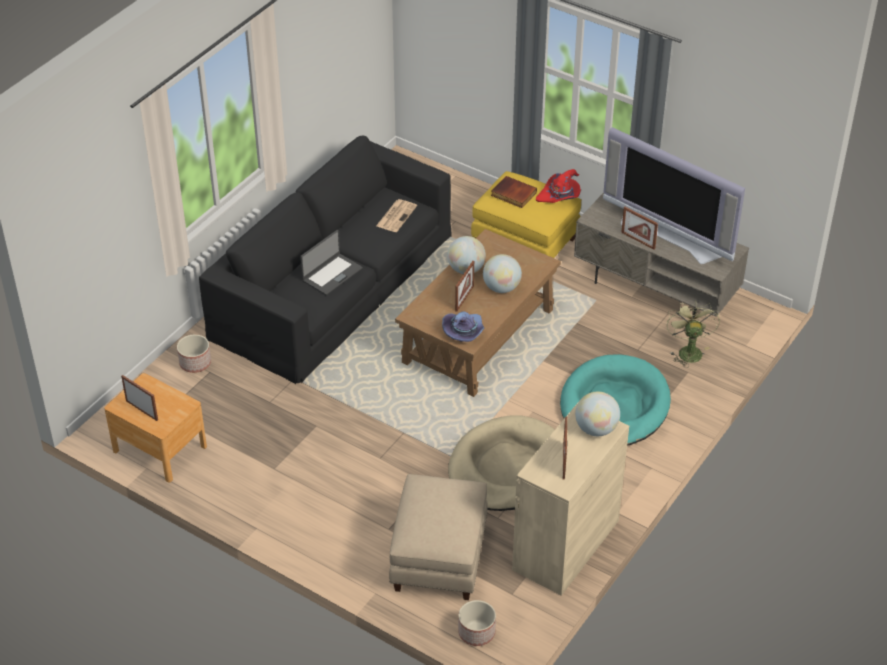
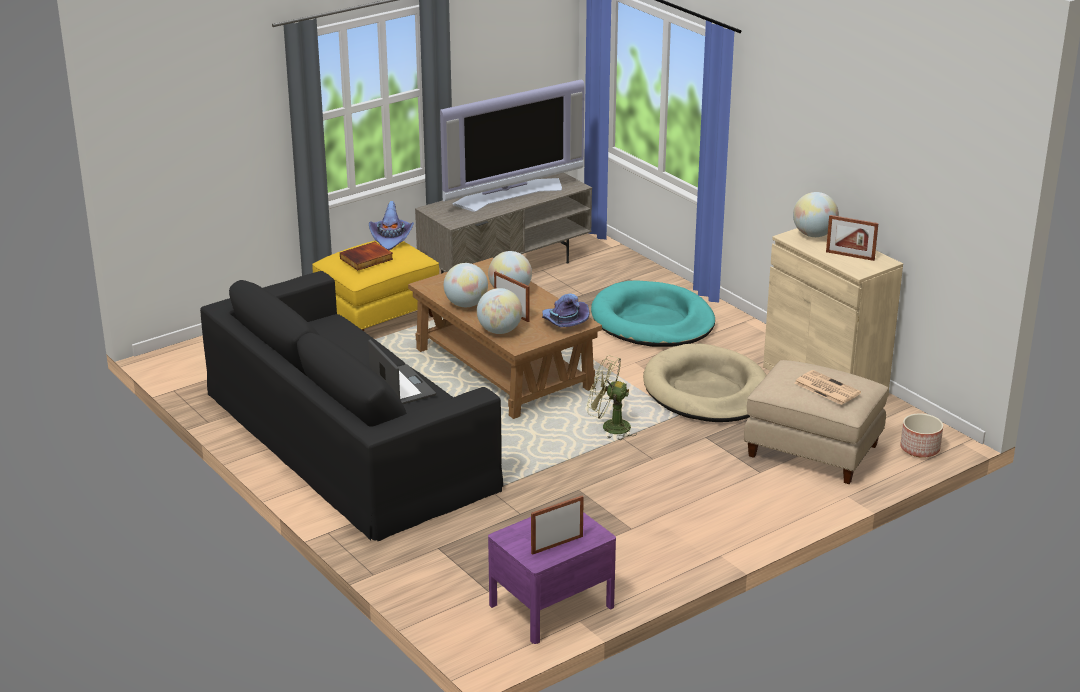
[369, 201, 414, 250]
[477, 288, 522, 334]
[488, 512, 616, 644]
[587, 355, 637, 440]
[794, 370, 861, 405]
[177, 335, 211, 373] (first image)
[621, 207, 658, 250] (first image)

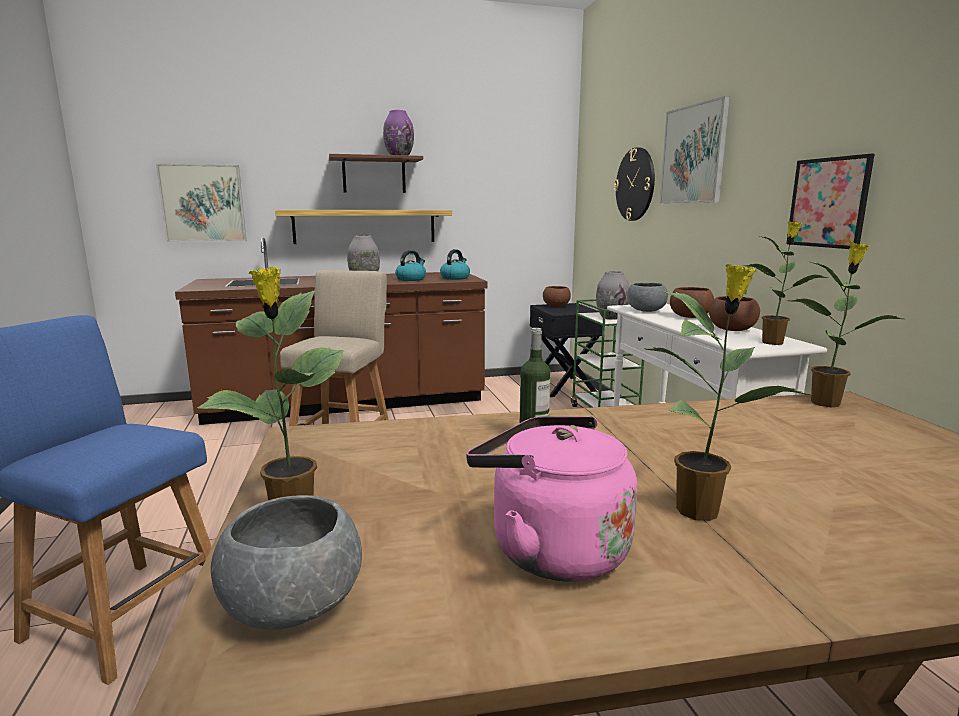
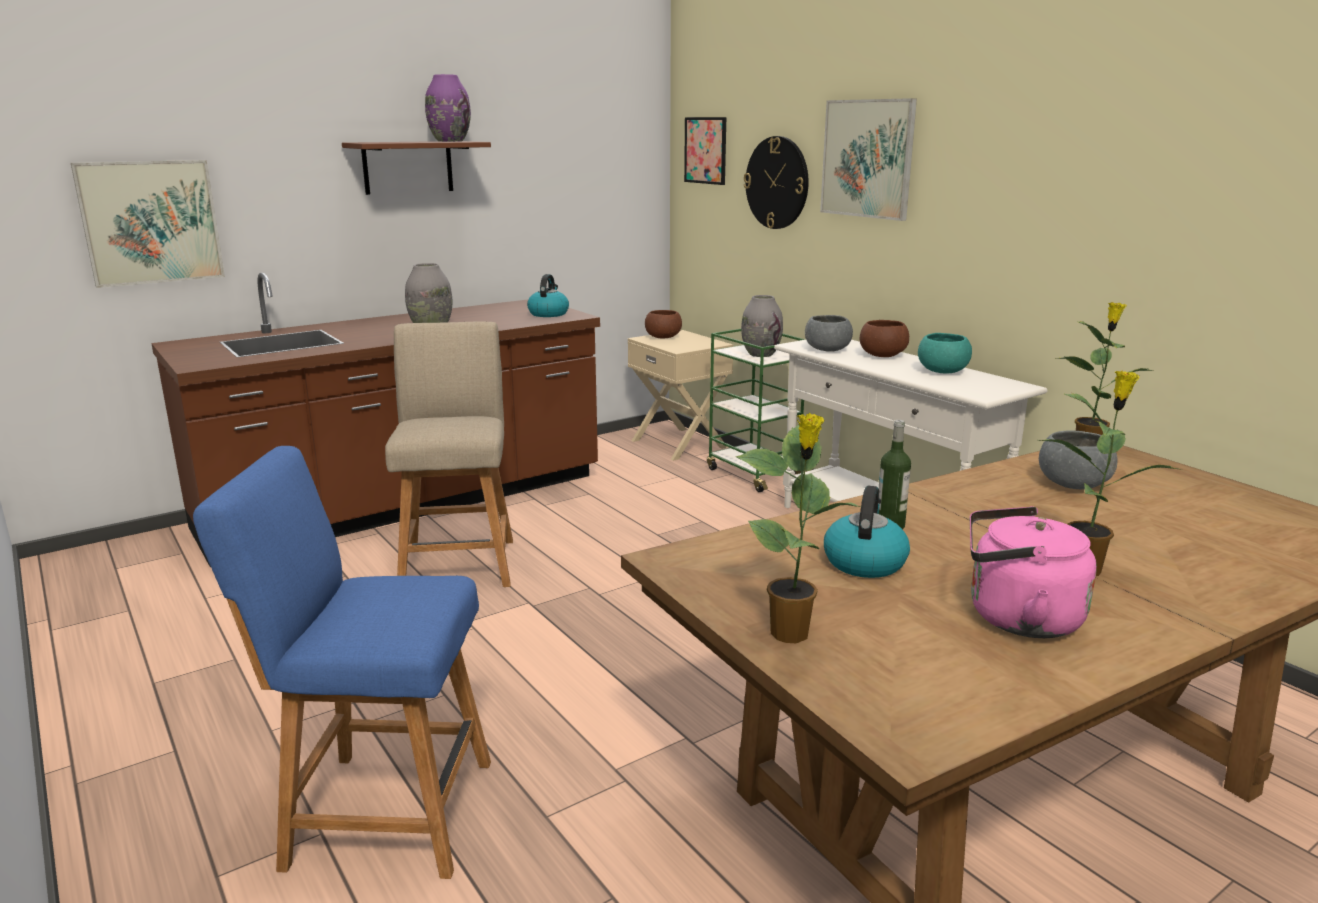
[628, 330, 733, 461]
[684, 117, 726, 185]
[824, 486, 910, 578]
[918, 333, 972, 373]
[1039, 430, 1117, 489]
[275, 210, 452, 244] (first image)
[746, 221, 829, 345] (first image)

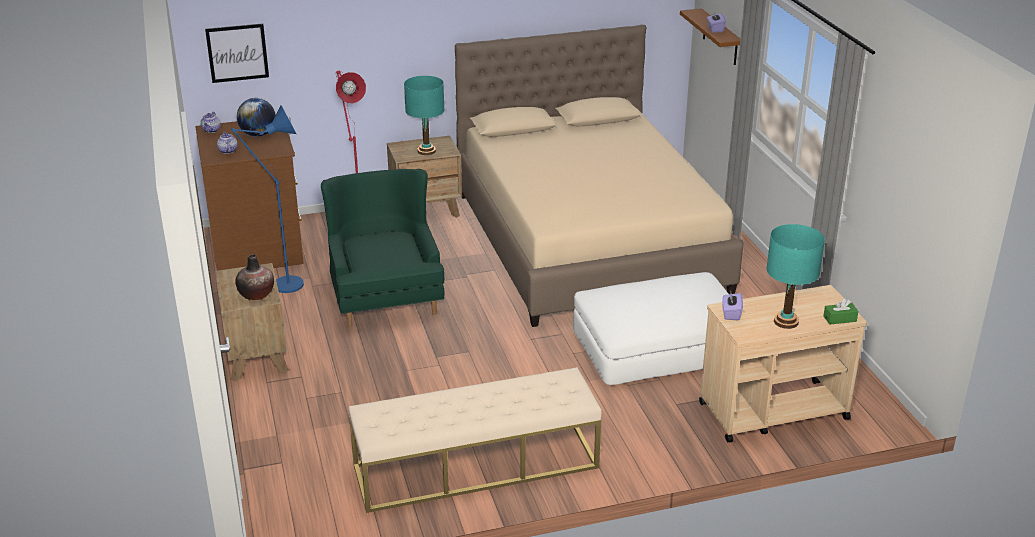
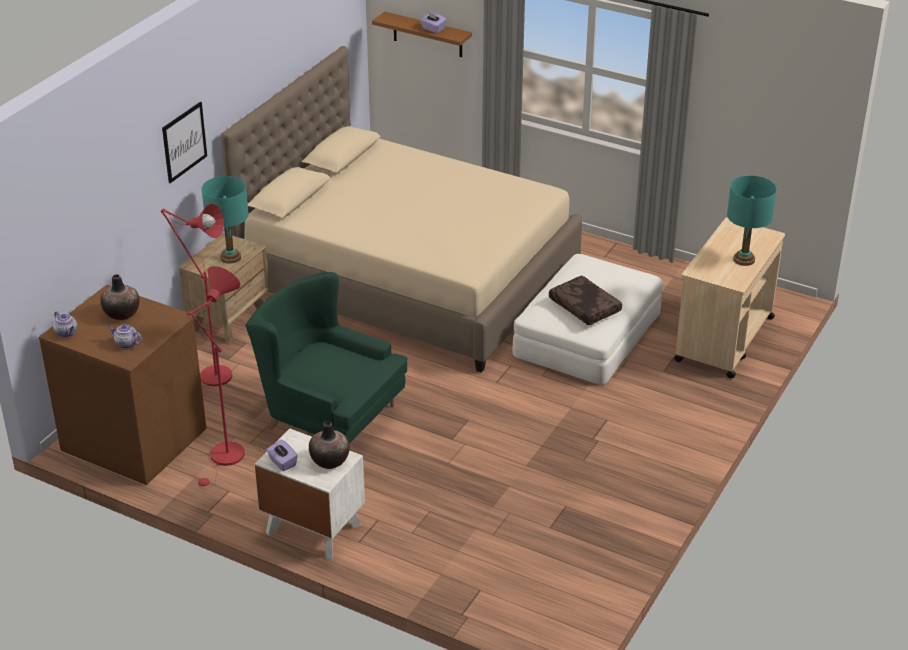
[100, 274, 140, 320]
[162, 102, 207, 183]
[186, 266, 245, 489]
[254, 429, 365, 559]
[266, 439, 298, 471]
[549, 276, 622, 325]
[349, 367, 602, 513] (first image)
[823, 299, 858, 325] (first image)

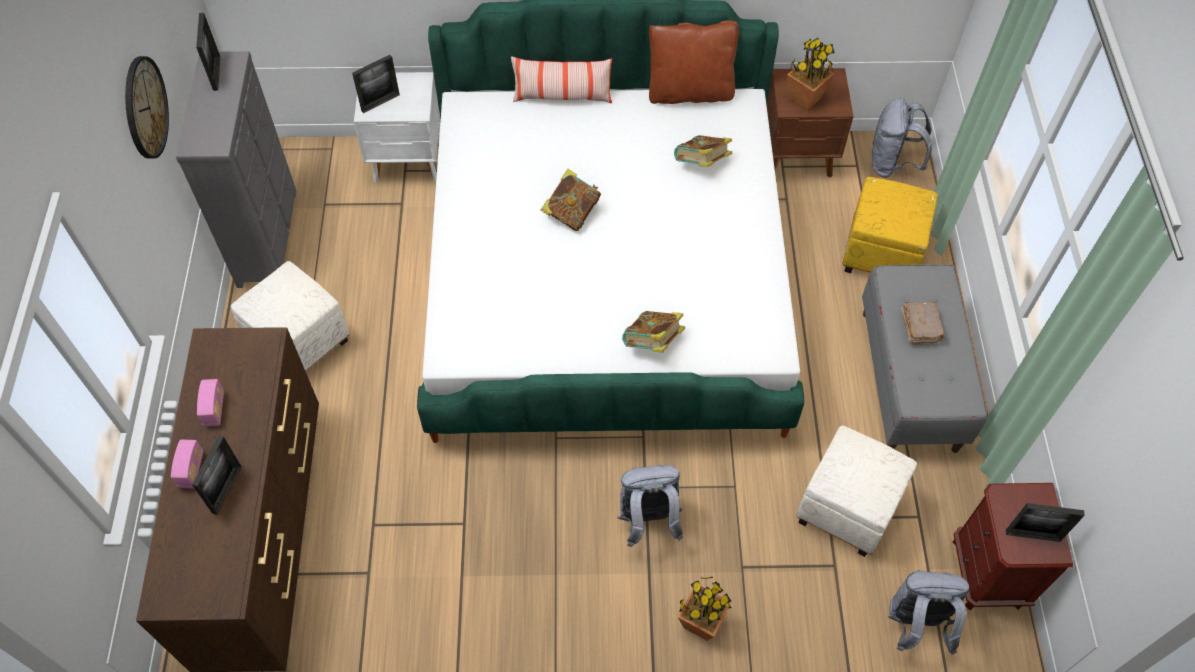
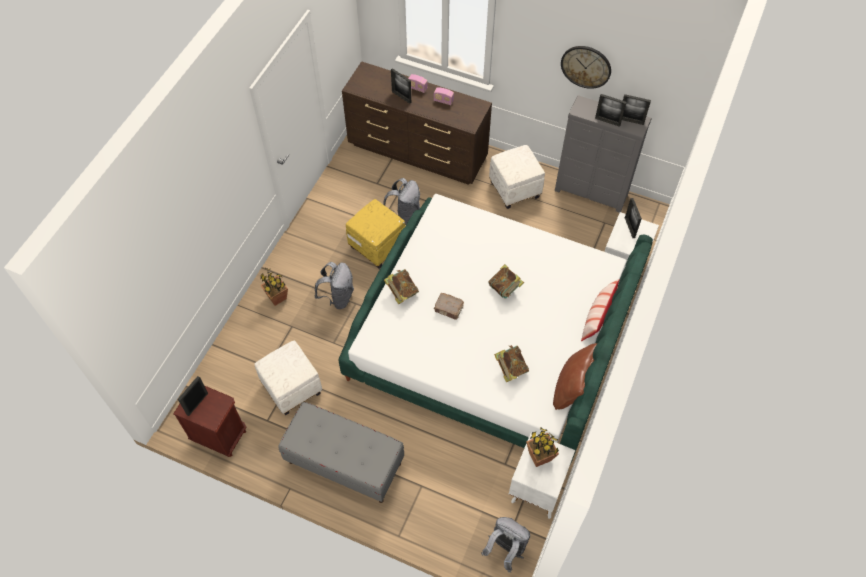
[346, 199, 406, 269]
[383, 178, 420, 225]
[434, 293, 464, 320]
[509, 433, 575, 519]
[595, 94, 627, 127]

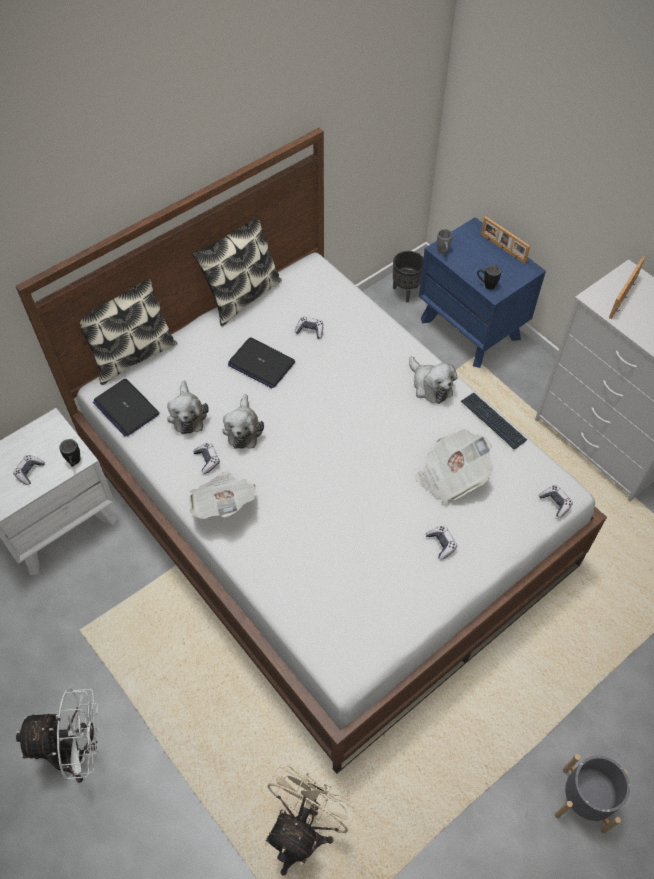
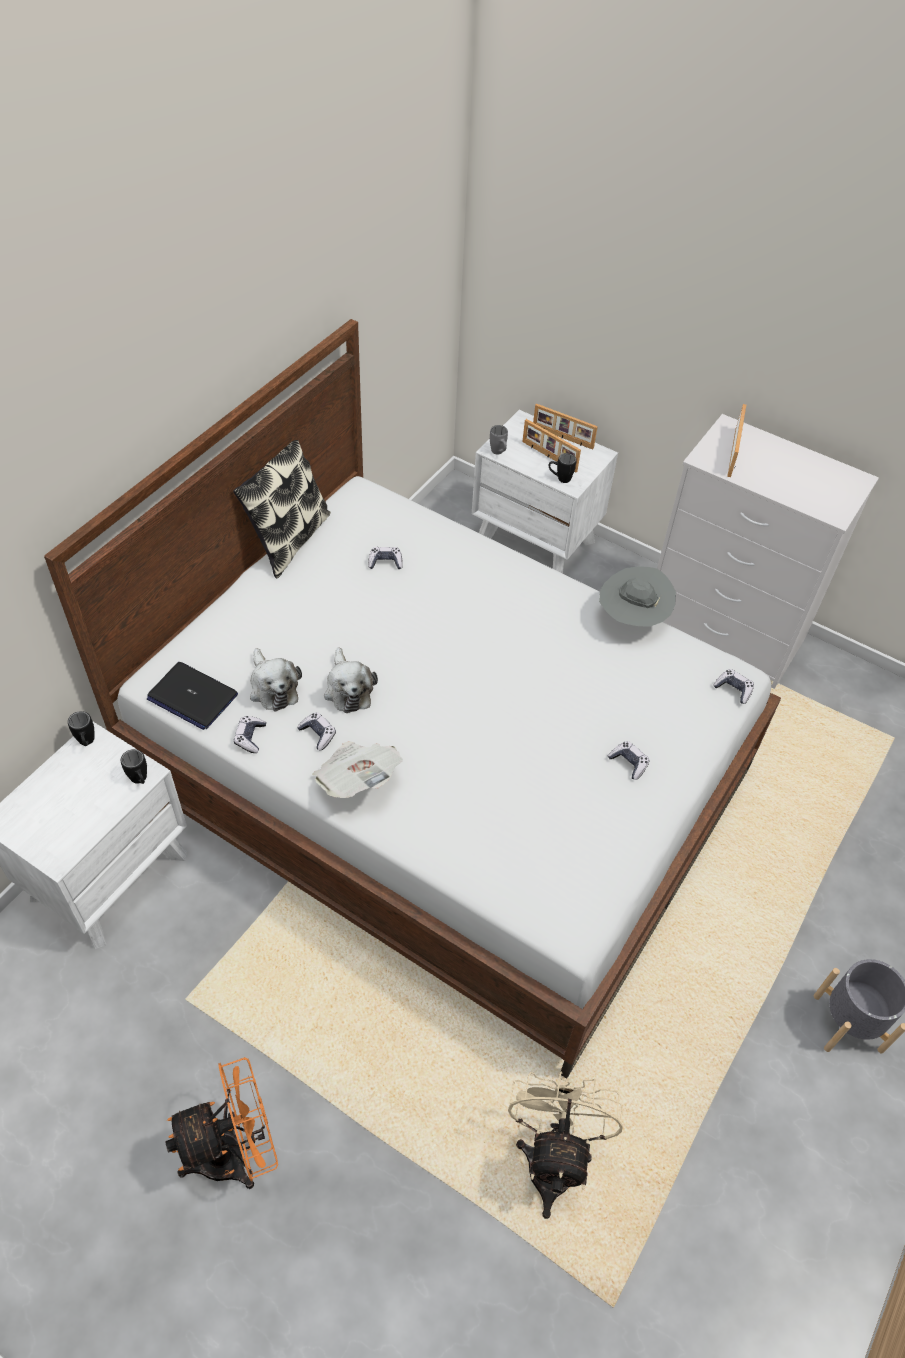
[68, 711, 95, 746]
[165, 1057, 278, 1189]
[234, 716, 266, 753]
[472, 410, 618, 574]
[522, 419, 581, 473]
[599, 566, 676, 627]
[80, 279, 178, 385] (first image)
[228, 337, 295, 388] (first image)
[393, 251, 423, 302] (first image)
[409, 357, 457, 404] (first image)
[415, 429, 493, 503] (first image)

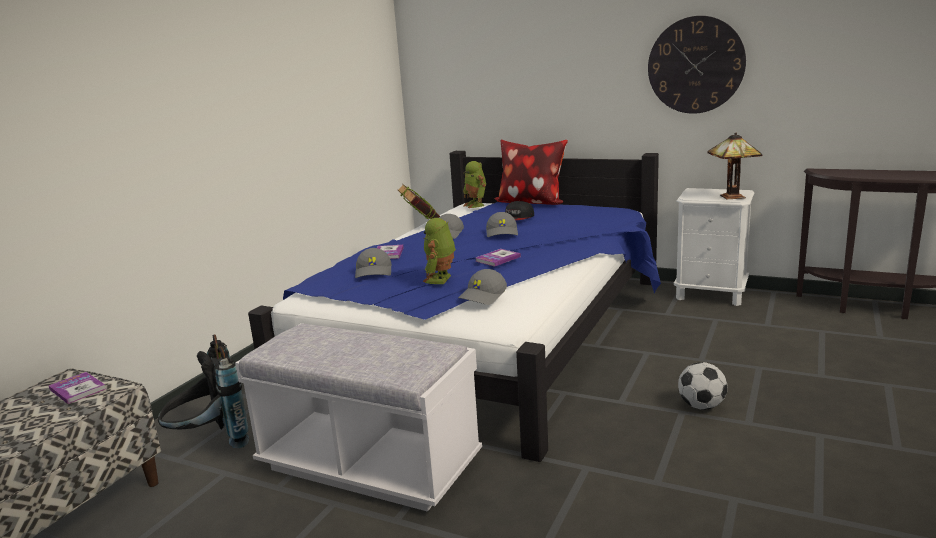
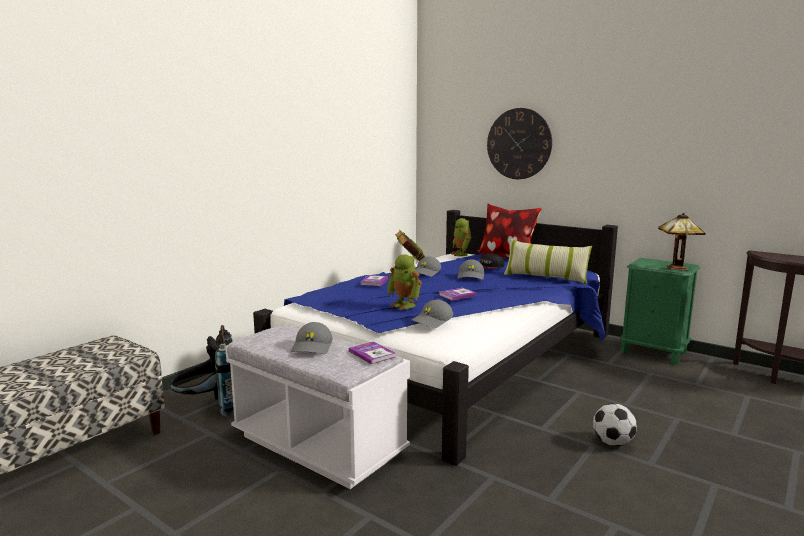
[291, 322, 333, 354]
[349, 341, 396, 364]
[387, 254, 422, 310]
[487, 108, 552, 179]
[504, 239, 592, 284]
[620, 258, 700, 365]

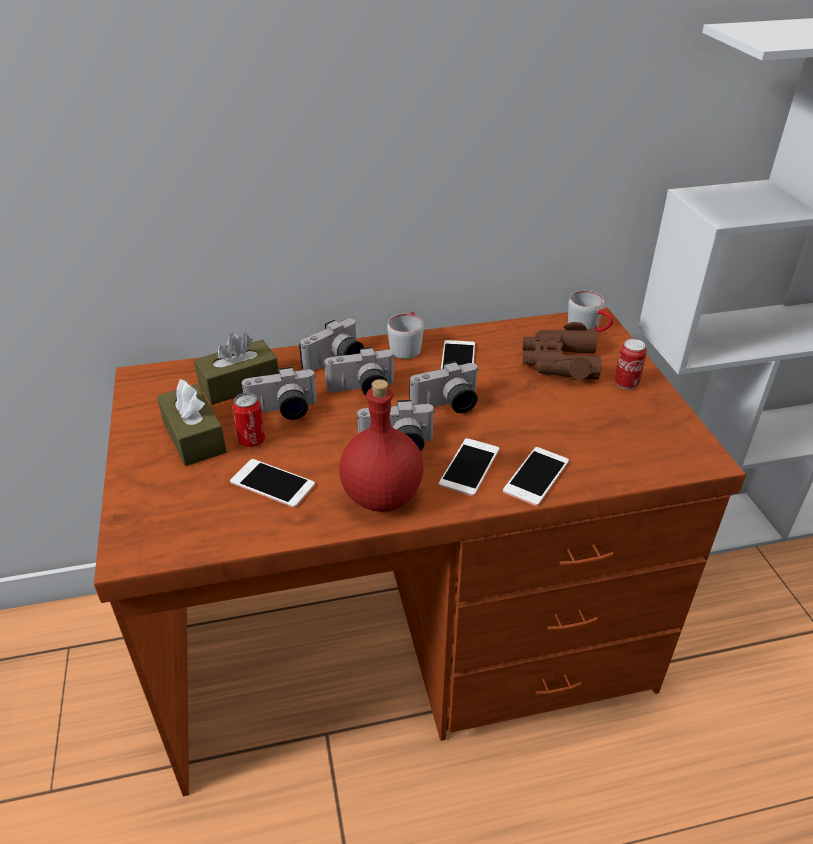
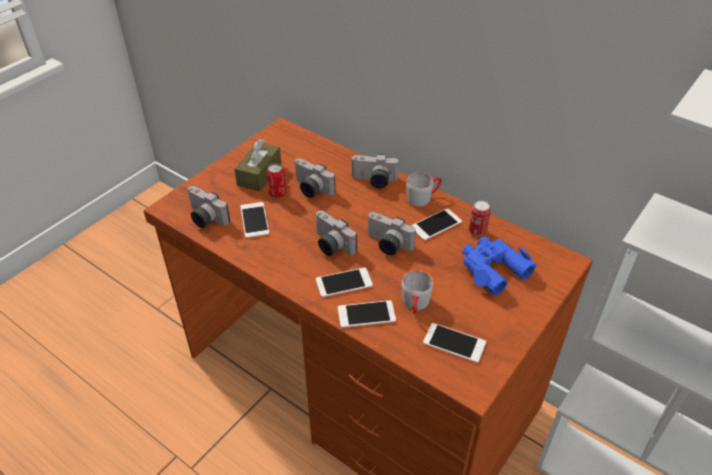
[187, 186, 230, 228]
[402, 271, 433, 315]
[423, 323, 486, 363]
[462, 236, 537, 295]
[469, 201, 491, 236]
[194, 333, 279, 405] (first image)
[339, 379, 424, 512] (first image)

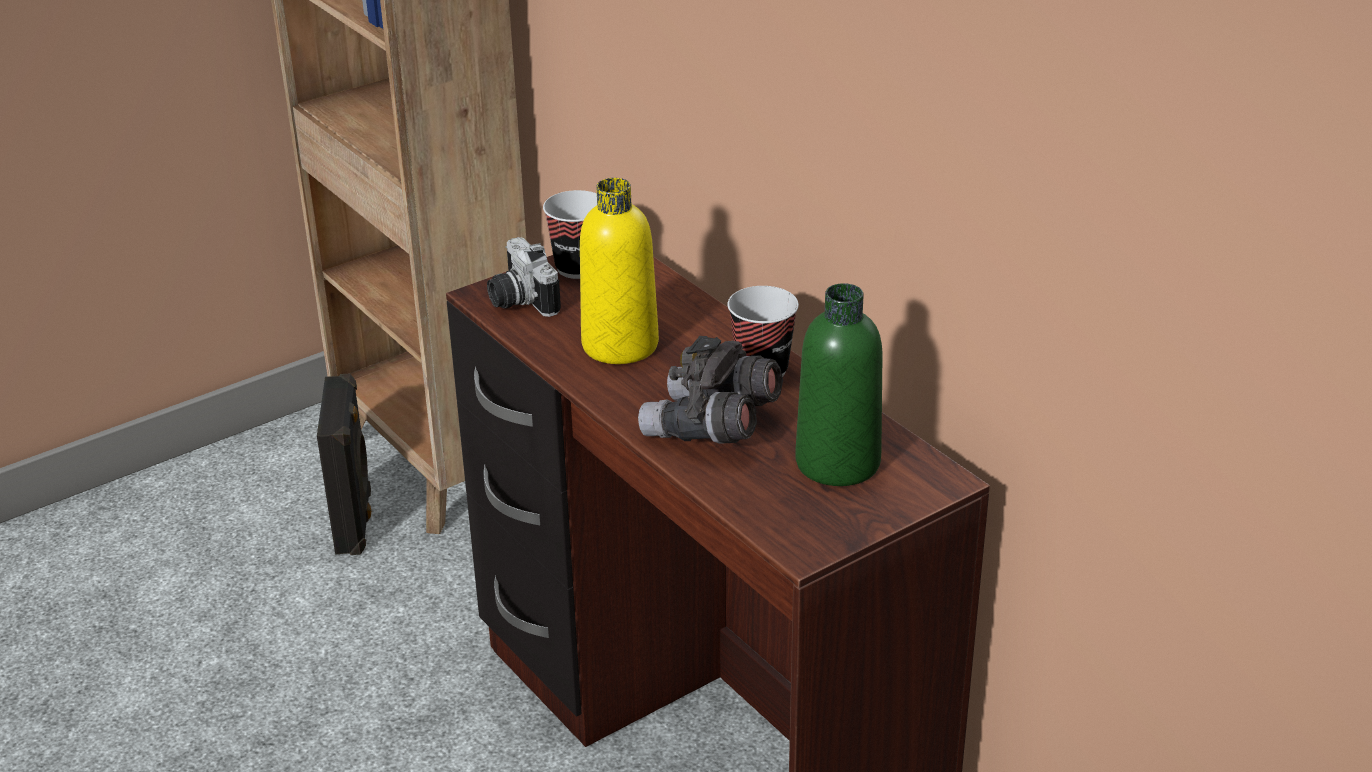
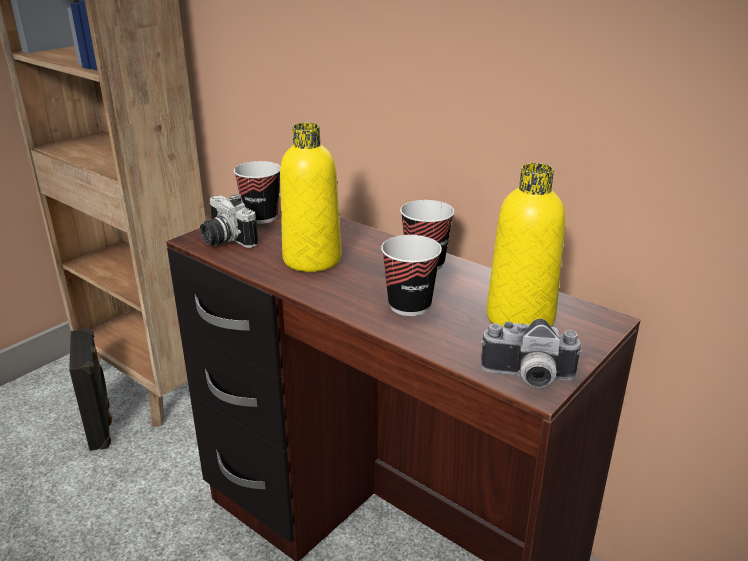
[381, 235, 442, 316]
[481, 319, 583, 388]
[486, 163, 565, 329]

